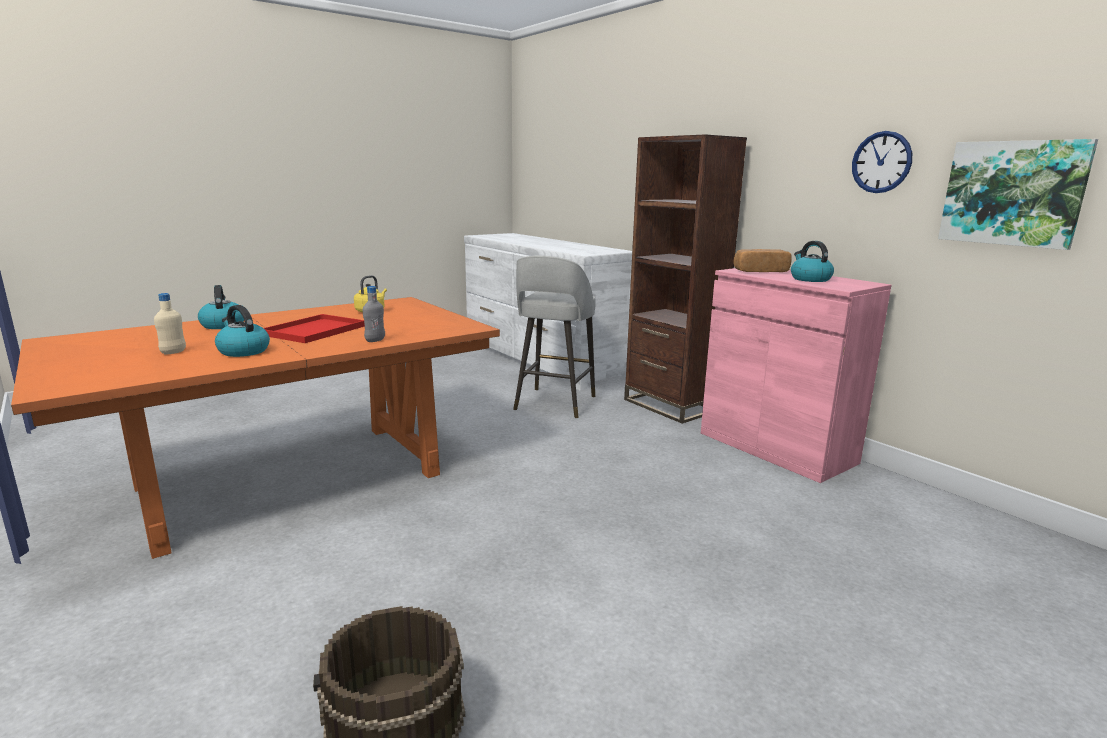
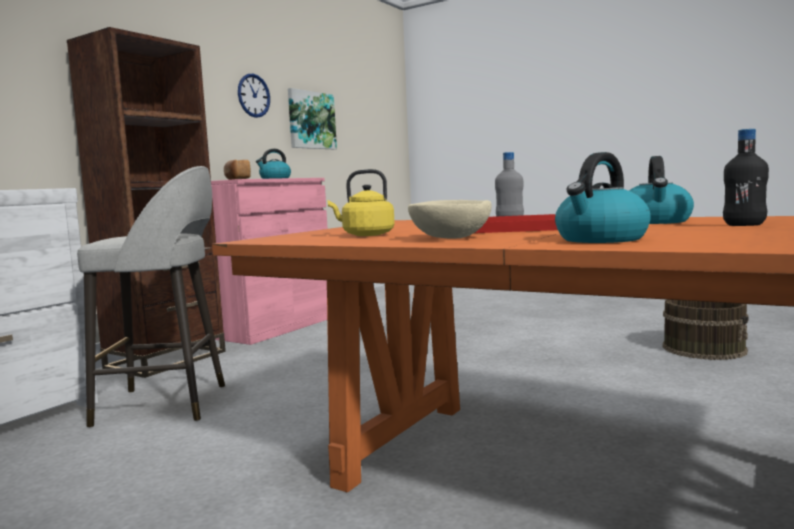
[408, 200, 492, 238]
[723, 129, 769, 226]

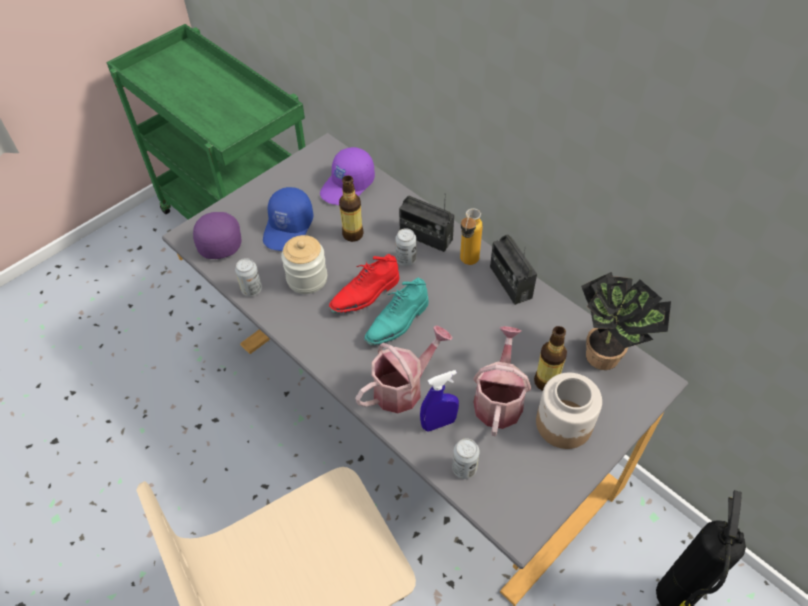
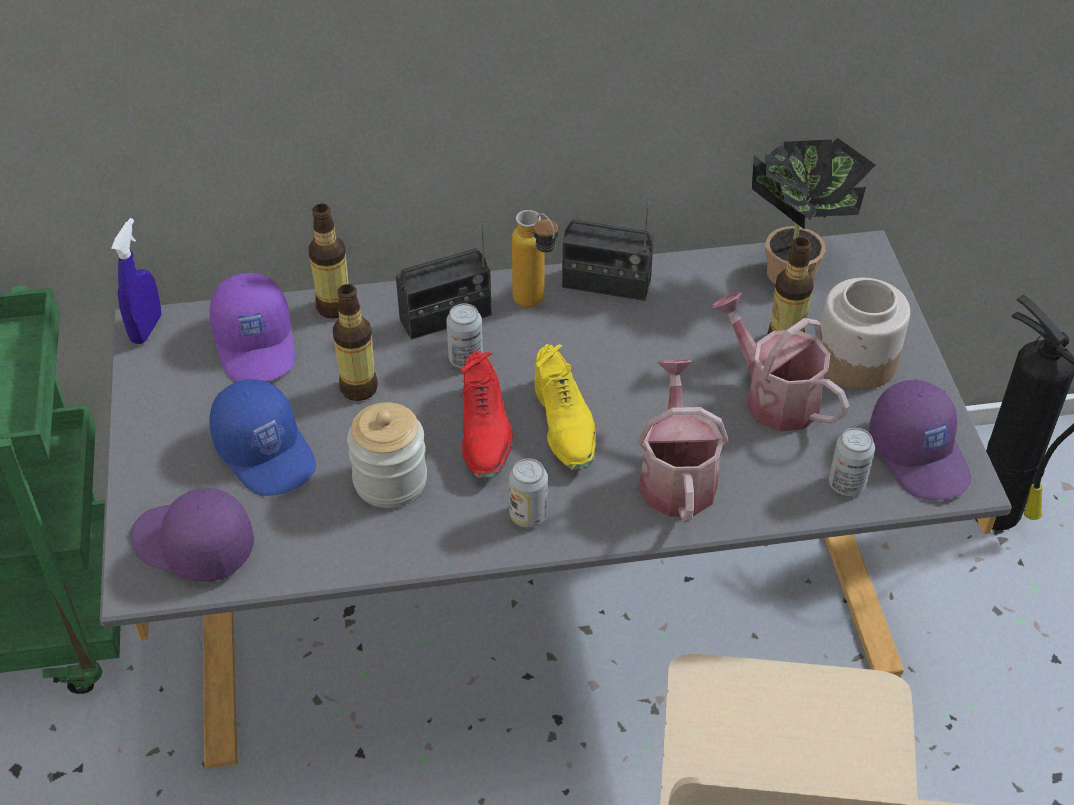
[111, 218, 161, 344]
[309, 204, 349, 319]
[509, 458, 548, 528]
[535, 344, 596, 470]
[869, 379, 971, 500]

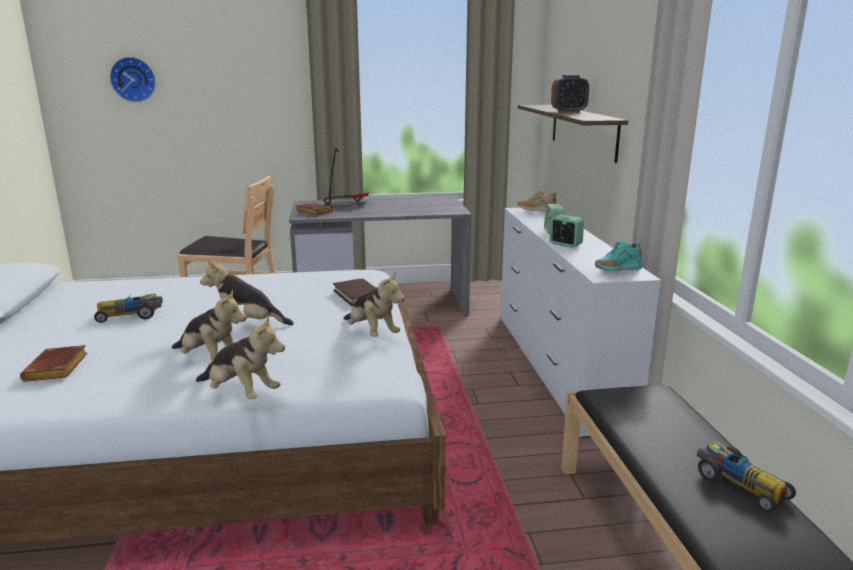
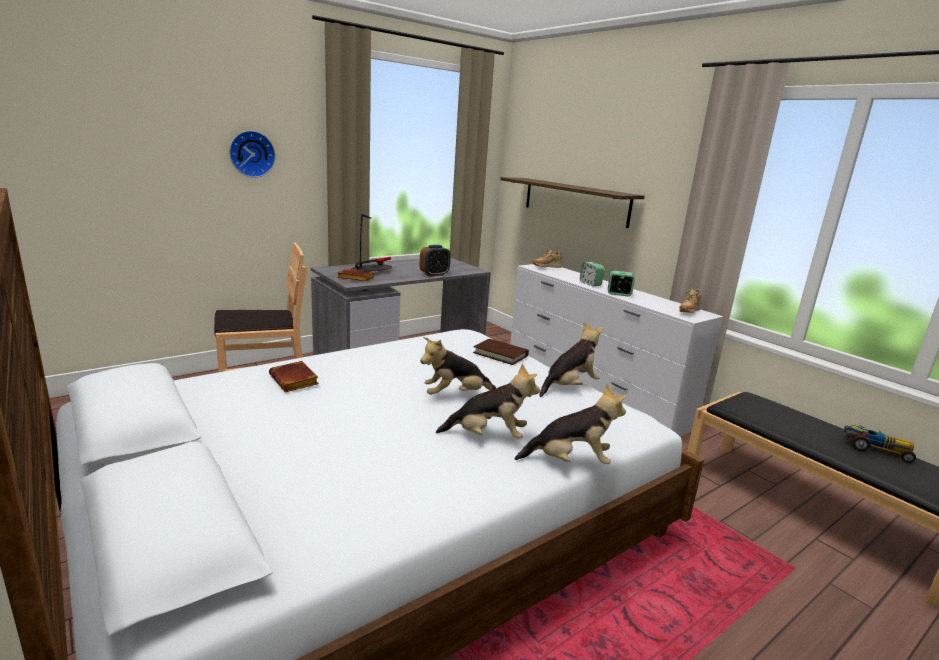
[229, 131, 276, 178]
[269, 361, 319, 392]
[420, 245, 451, 277]
[540, 322, 603, 397]
[679, 289, 701, 313]
[94, 294, 163, 323] (first image)

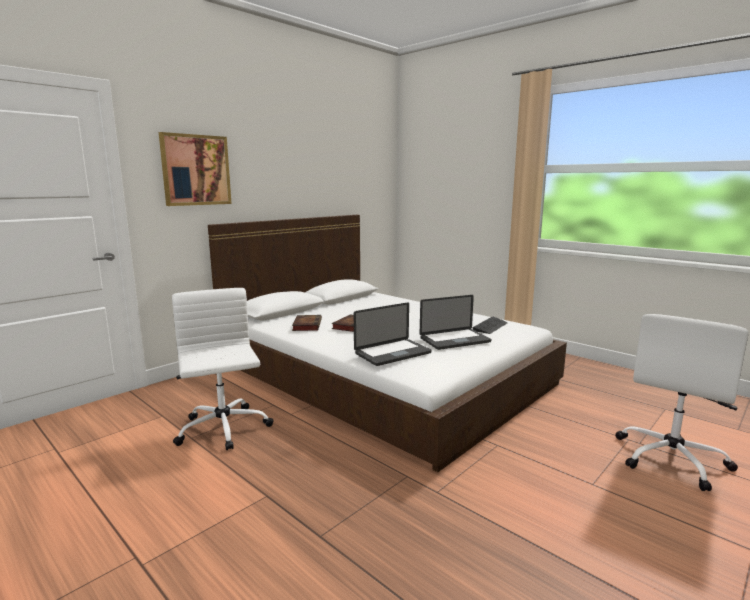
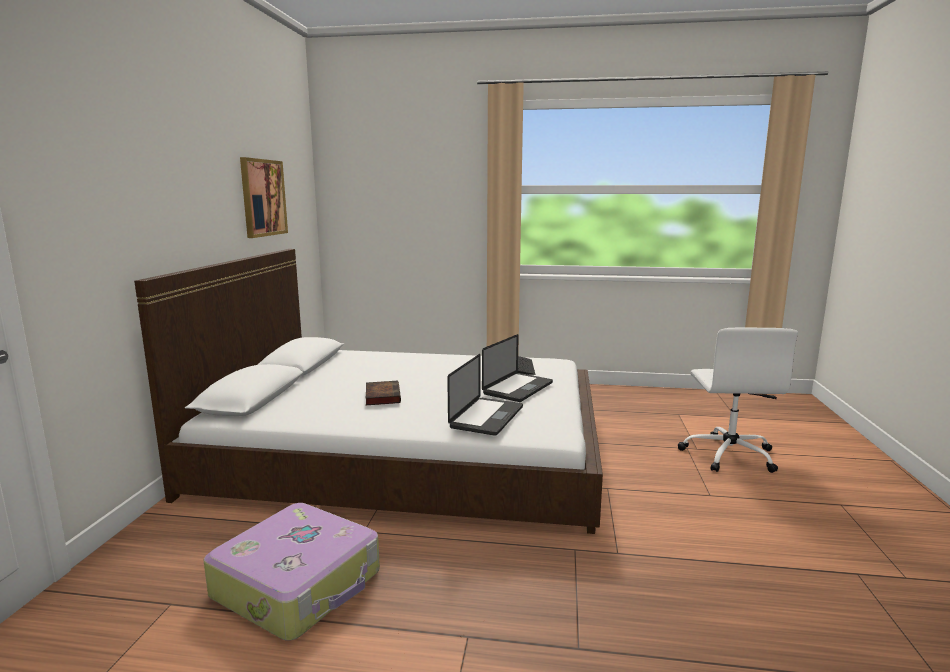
[204, 503, 380, 641]
[240, 157, 288, 238]
[292, 315, 322, 331] (first image)

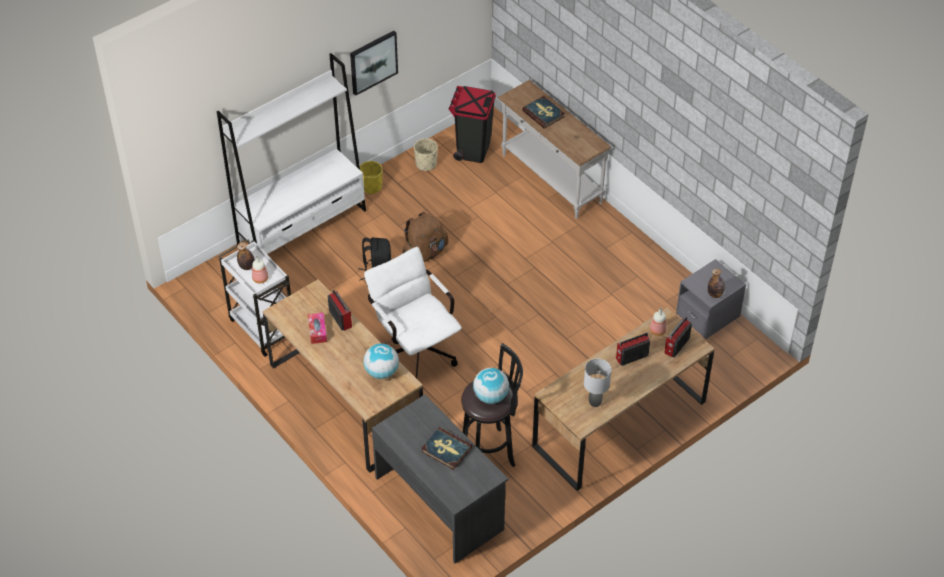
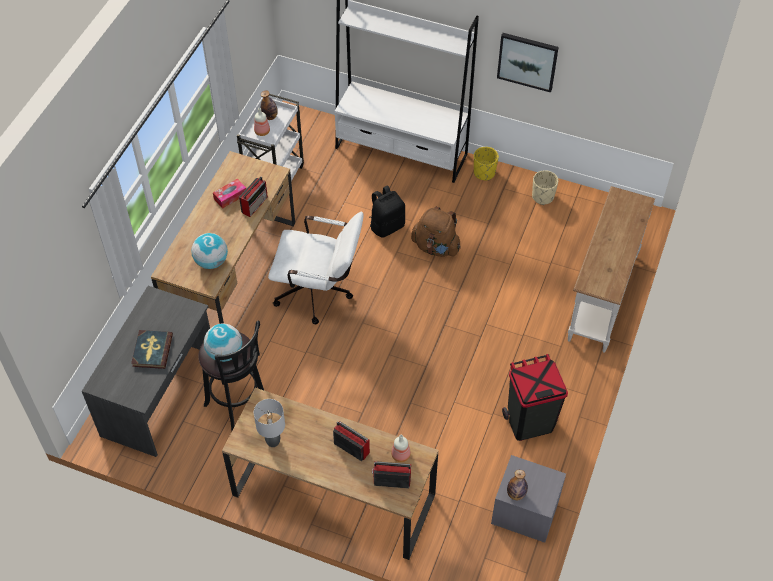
[268, 211, 364, 324]
[502, 354, 568, 441]
[522, 96, 565, 129] (first image)

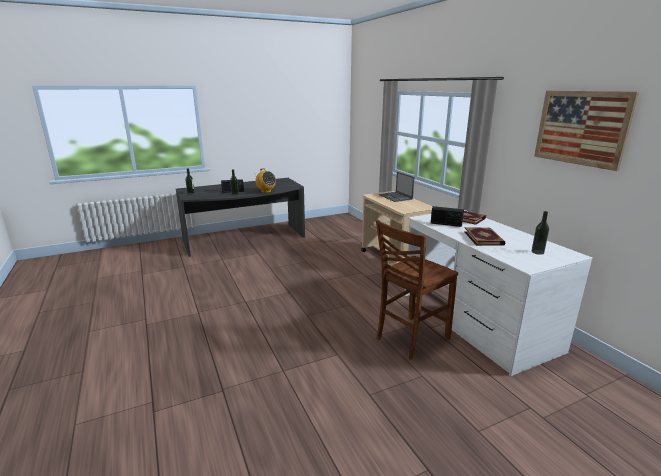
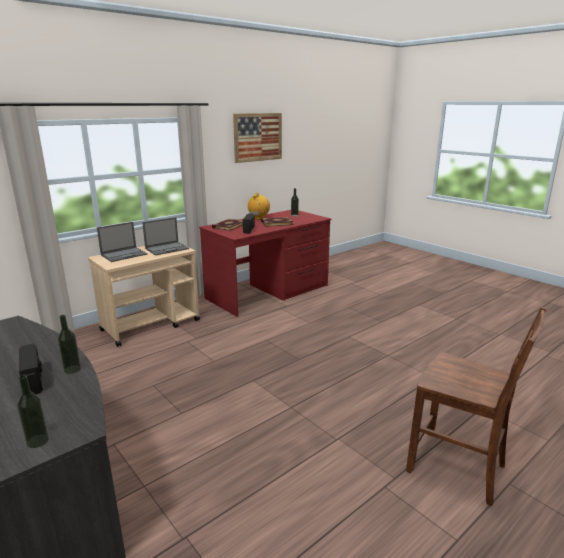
[142, 217, 189, 256]
[199, 210, 331, 317]
[248, 193, 270, 219]
[406, 307, 546, 506]

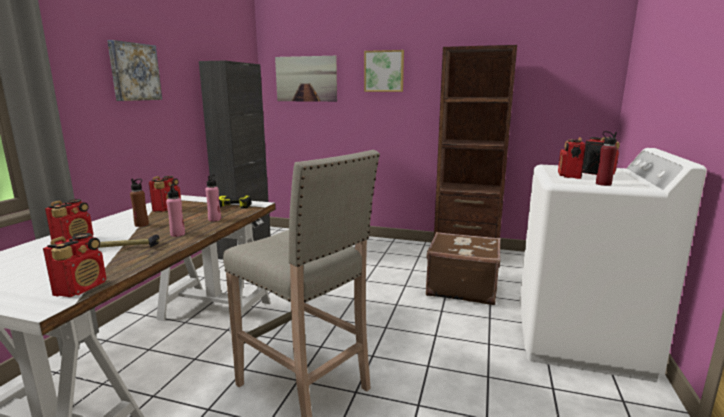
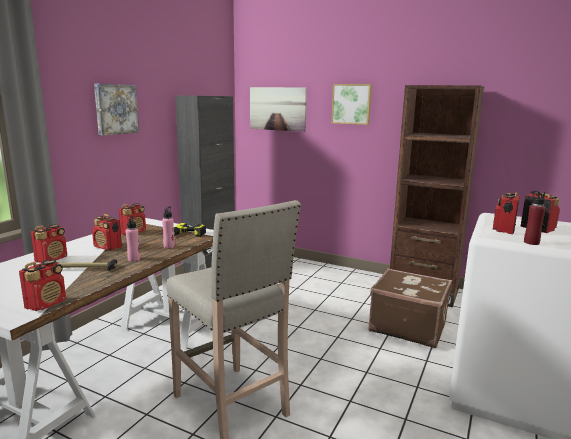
[92, 214, 122, 250]

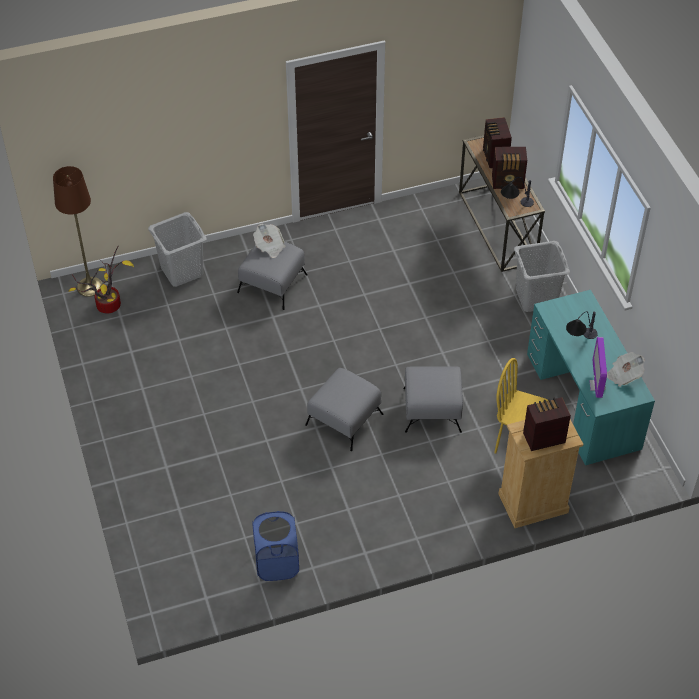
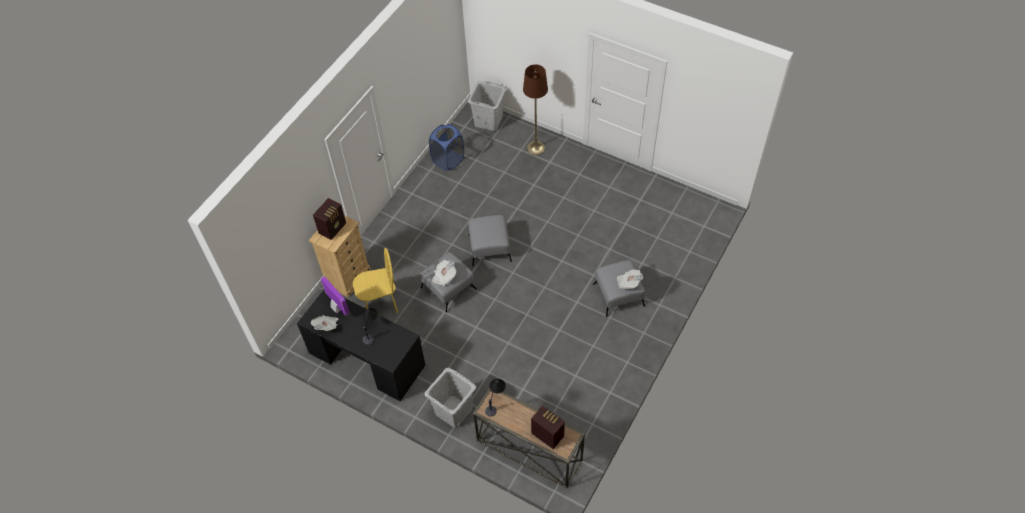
[297, 290, 425, 401]
[432, 260, 456, 286]
[468, 81, 506, 131]
[523, 64, 548, 155]
[68, 245, 134, 314] (first image)
[492, 147, 527, 189] (first image)

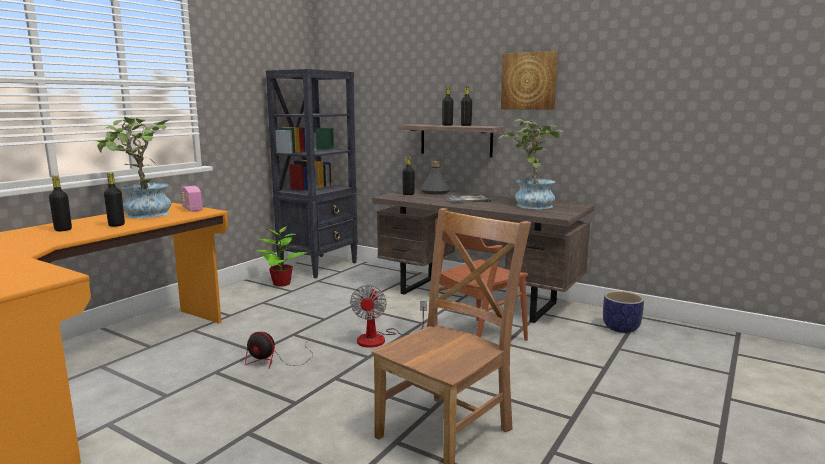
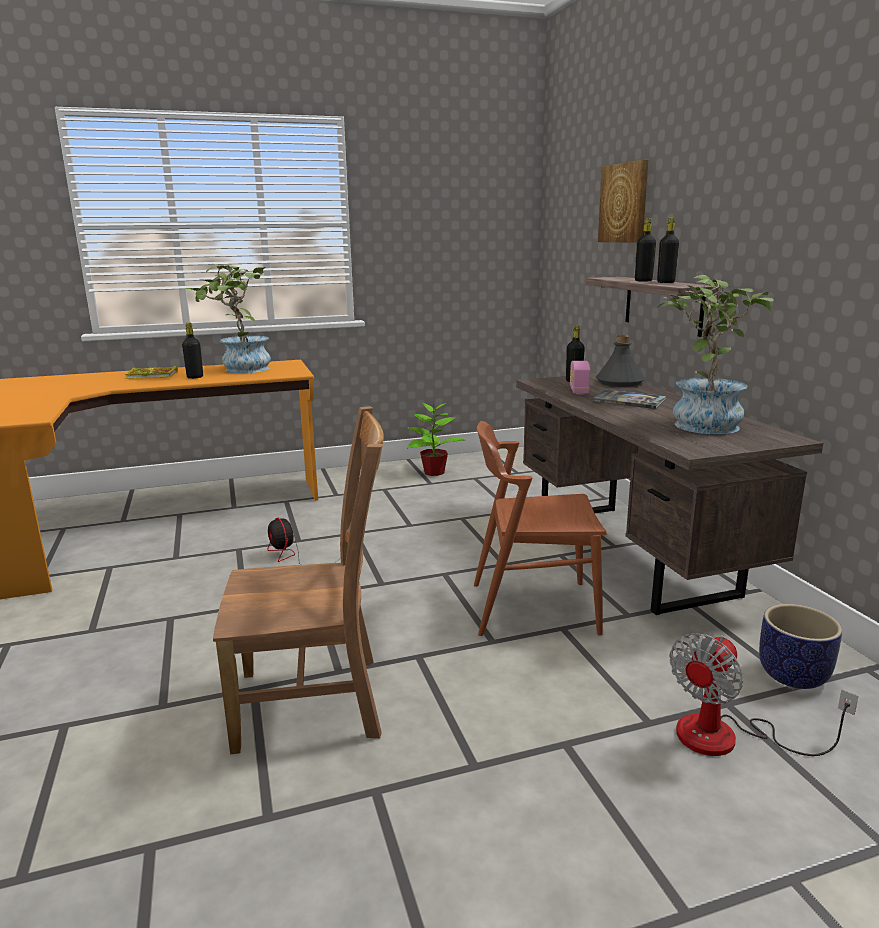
[125, 366, 178, 379]
[570, 361, 590, 394]
[598, 159, 648, 243]
[669, 634, 858, 756]
[266, 69, 358, 279] (first image)

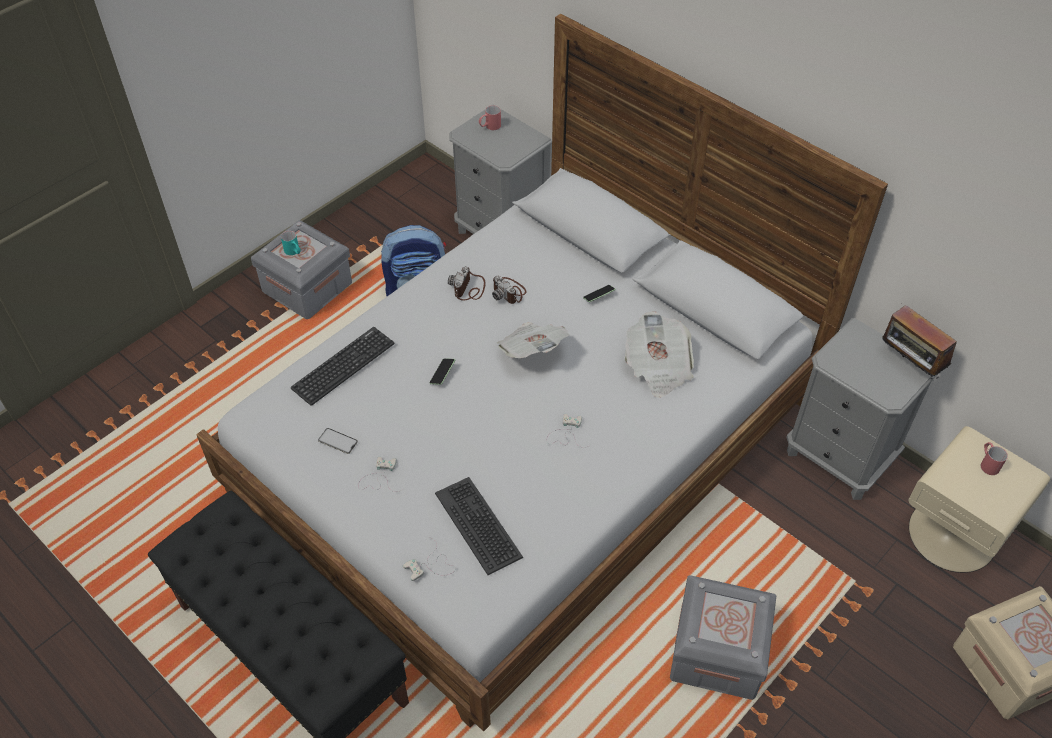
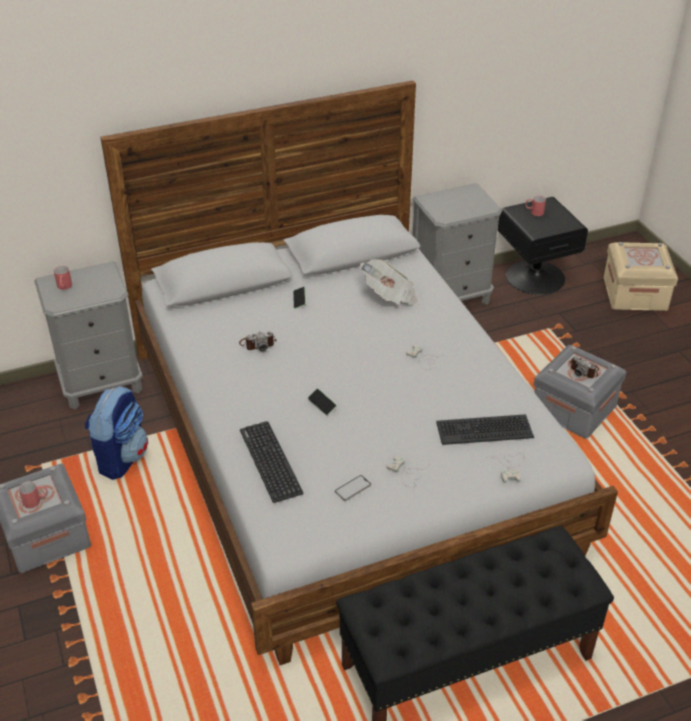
[19, 481, 48, 508]
[498, 197, 588, 295]
[569, 356, 599, 378]
[497, 322, 570, 358] (first image)
[882, 305, 957, 379] (first image)

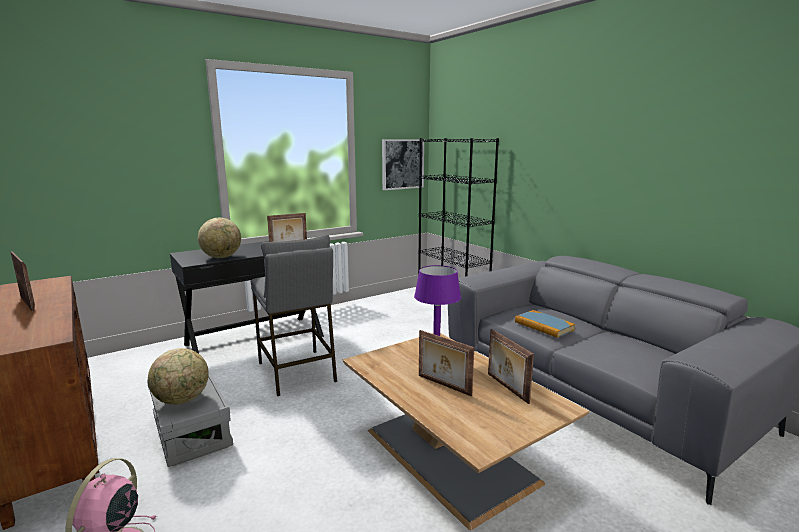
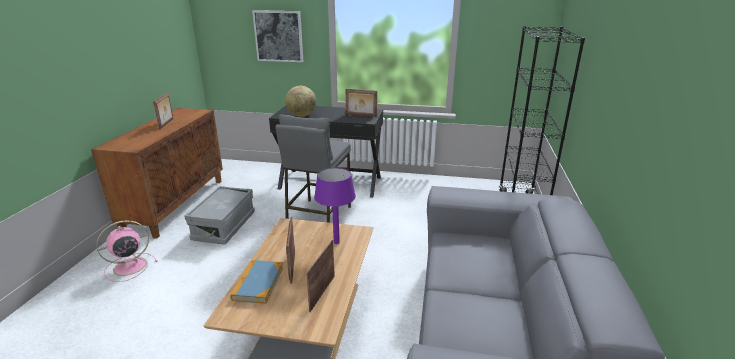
[231, 260, 283, 304]
[252, 10, 303, 62]
[148, 348, 209, 405] (first image)

